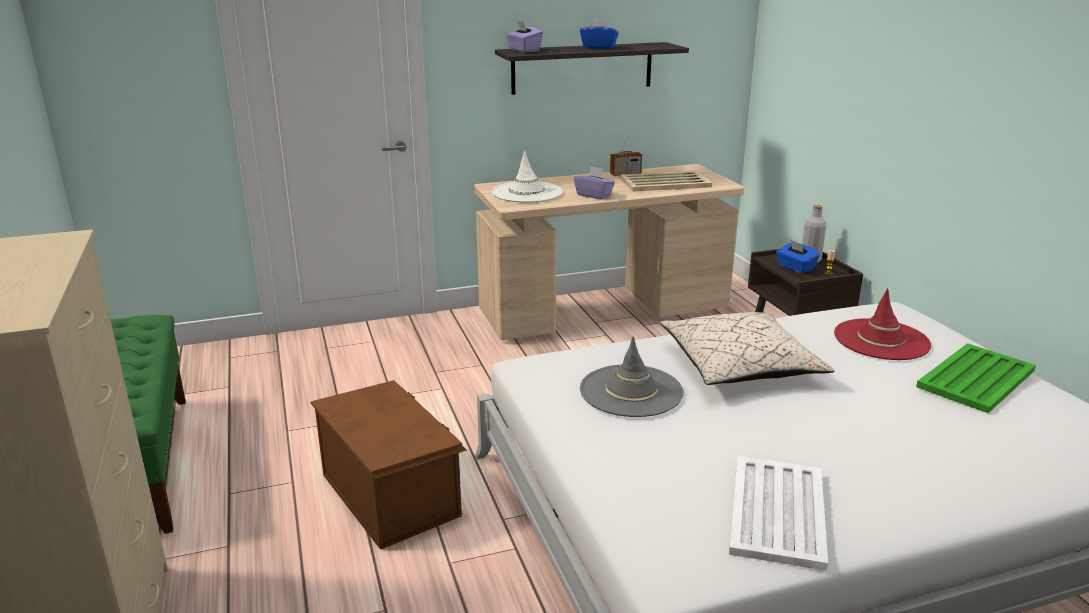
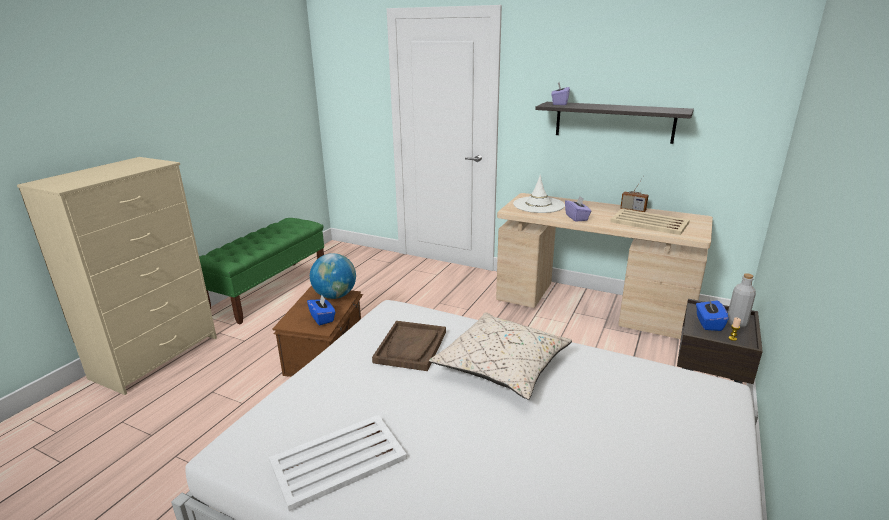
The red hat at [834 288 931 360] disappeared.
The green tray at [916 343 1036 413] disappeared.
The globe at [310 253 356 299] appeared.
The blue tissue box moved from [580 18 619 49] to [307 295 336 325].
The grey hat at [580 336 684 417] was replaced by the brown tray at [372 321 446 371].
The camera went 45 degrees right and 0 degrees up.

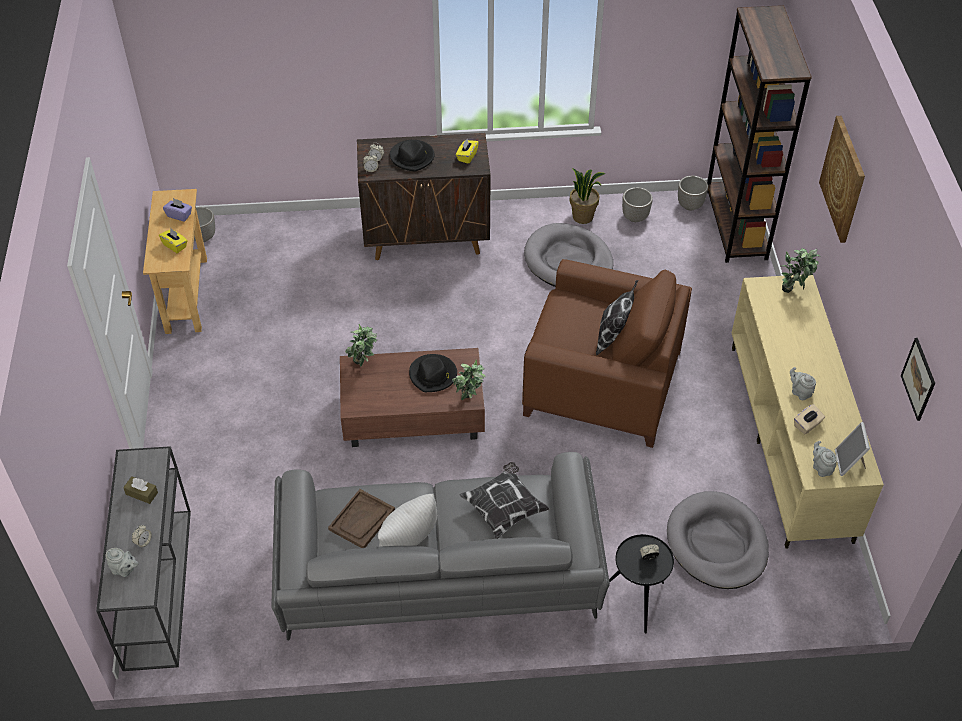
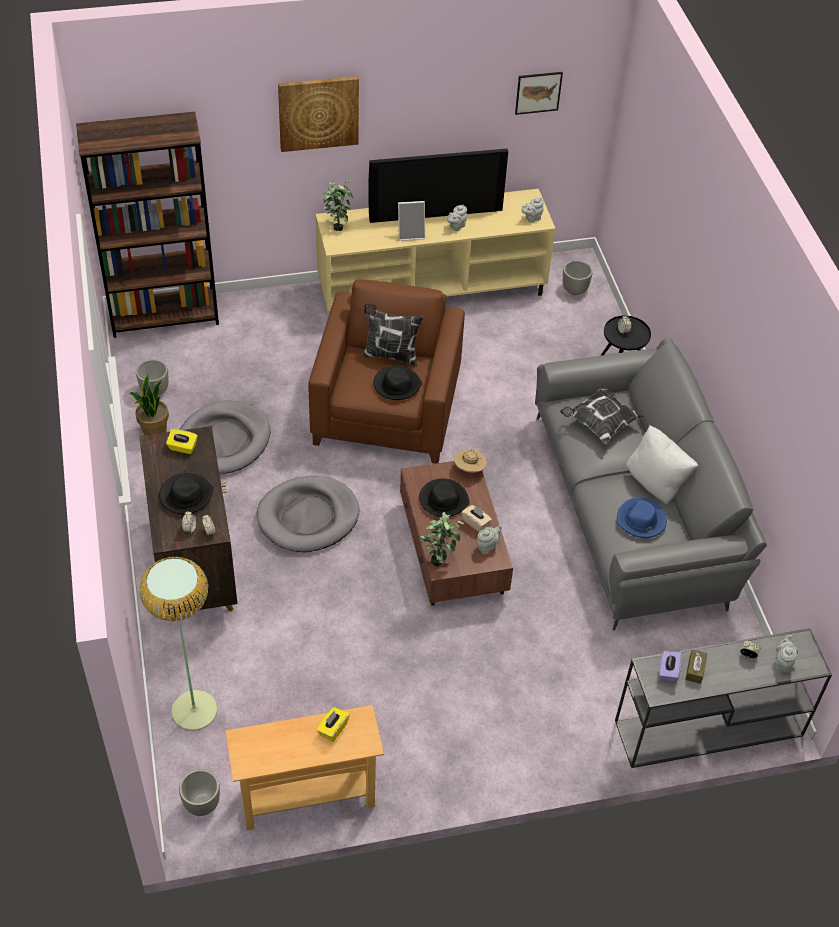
The floor lamp at [139 557 217 731] appeared.
The television at [368 149 508 223] appeared.
The black hat at [374 365 422 400] appeared.
The grey teapot at [477 525 502 554] appeared.
The purple tissue box moved from [163 198 192 222] to [659 651 682 683].
The grey dog bed moved from [667 491 769 589] to [257 476 360 552].
The planter moved from [678 176 708 210] to [563 260 593 295].
The beige tissue box moved from [794 404 825 434] to [461 505 492 532].
The picture frame moved from [835 422 870 476] to [398 201 425 241].
The brown tray at [328 489 395 548] was replaced by the blue hat at [617 497 667 538].
The potted plant at [452 360 486 400] was replaced by the beige hat at [454 449 487 473].
The camera went 100 degrees left and 0 degrees up.

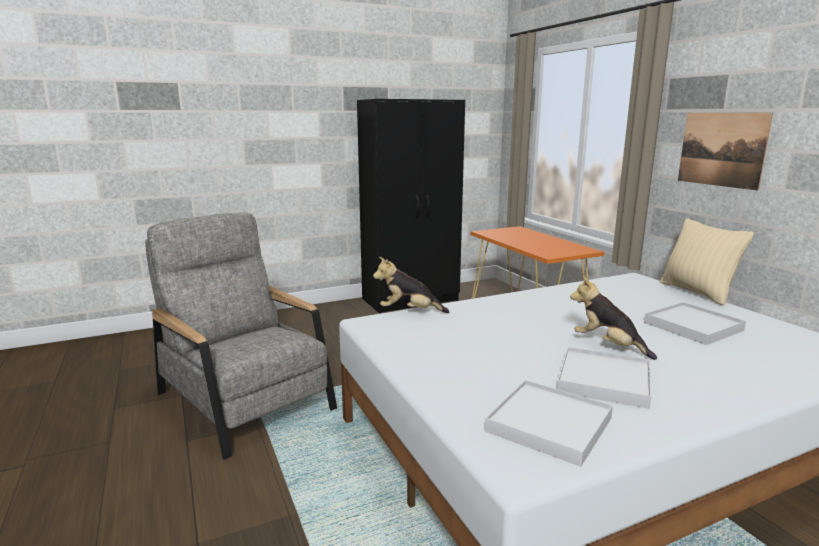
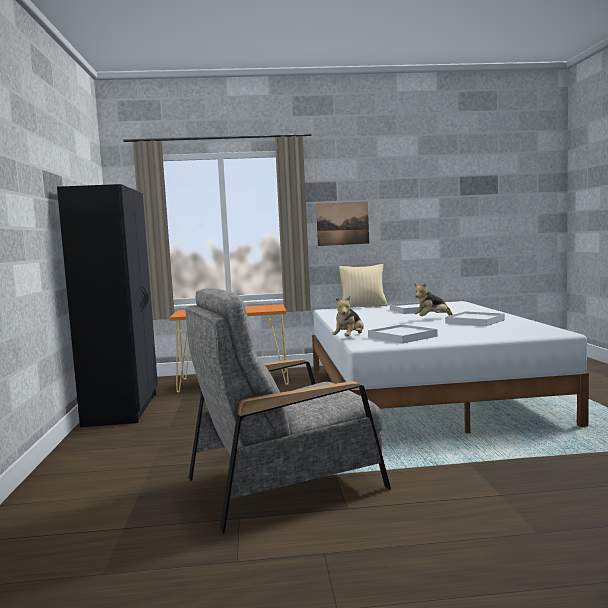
The white tray moved from [484 380 613 466] to [368 324 438 344].
The camera went 70 degrees left and 10 degrees down.

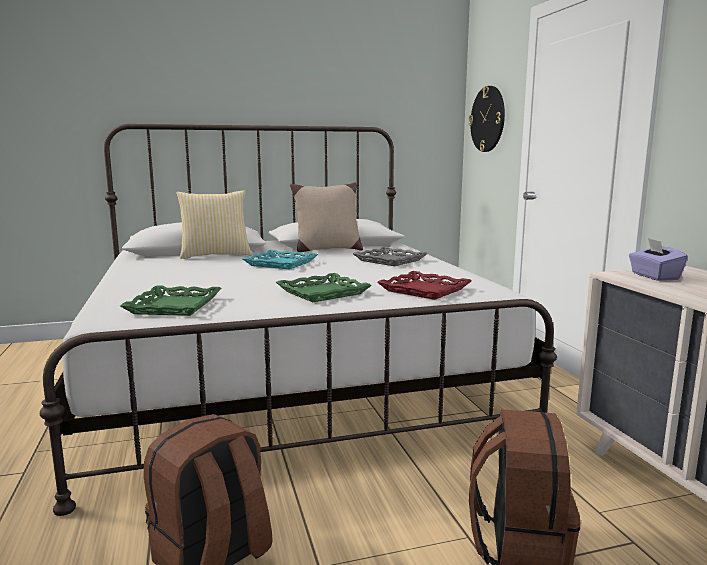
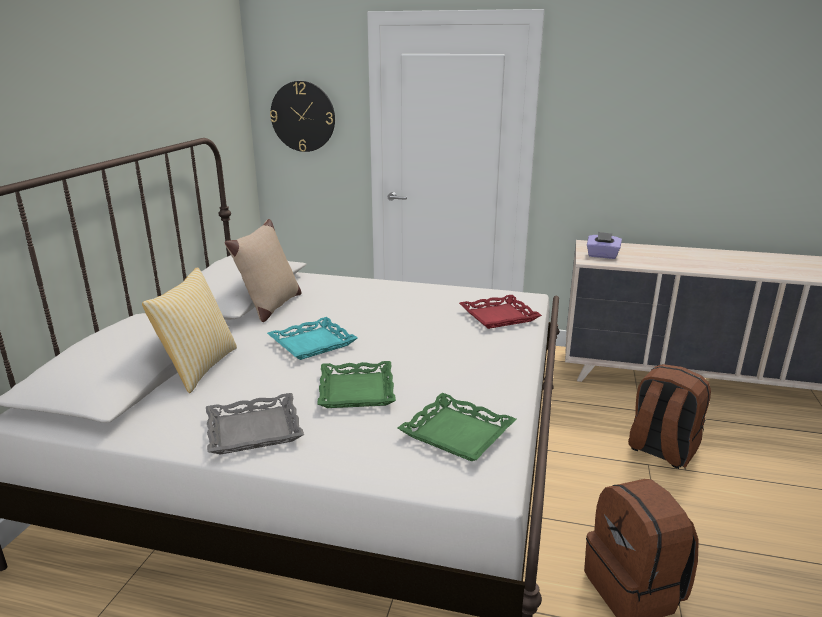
The green tray moved from [276 273 372 302] to [317 361 396 408].
The grey tray moved from [353 247 428 266] to [206 393 304 455].
The camera went 60 degrees left and 10 degrees up.

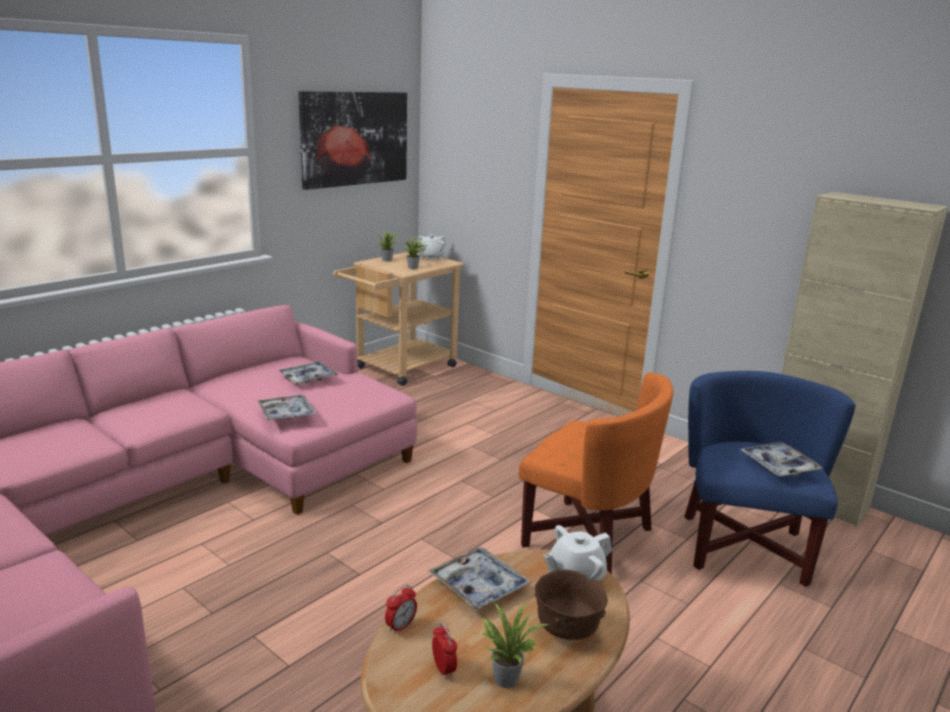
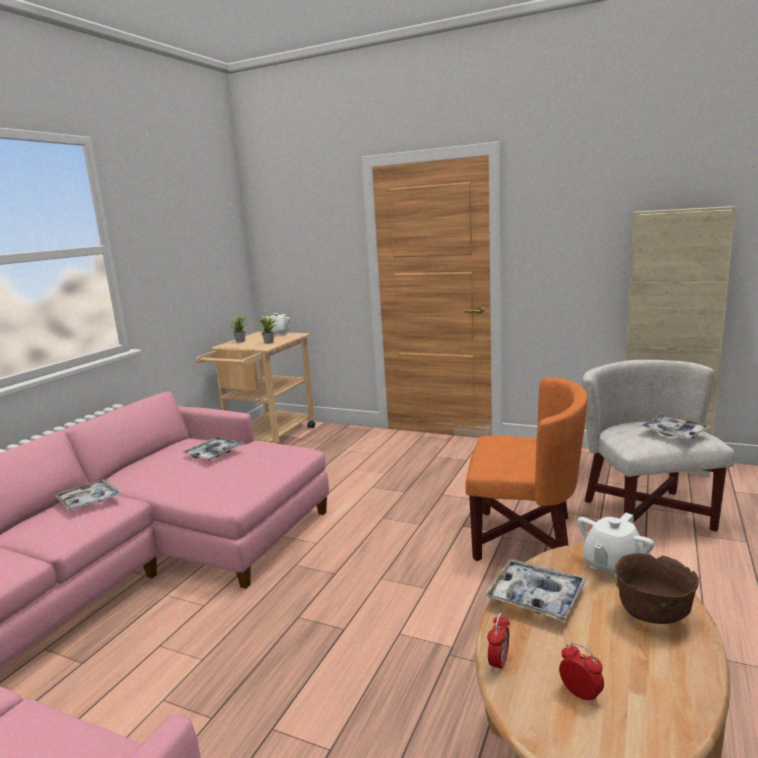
The picture at [298 91 407 190] disappeared.
The potted plant at [482 602 550 688] disappeared.
The tray moved from [257 395 317 421] to [55 479 123 512].
The blue armchair at [684 371 855 587] became the white armchair at [582 360 735 532].
The camera went 15 degrees left and 5 degrees down.

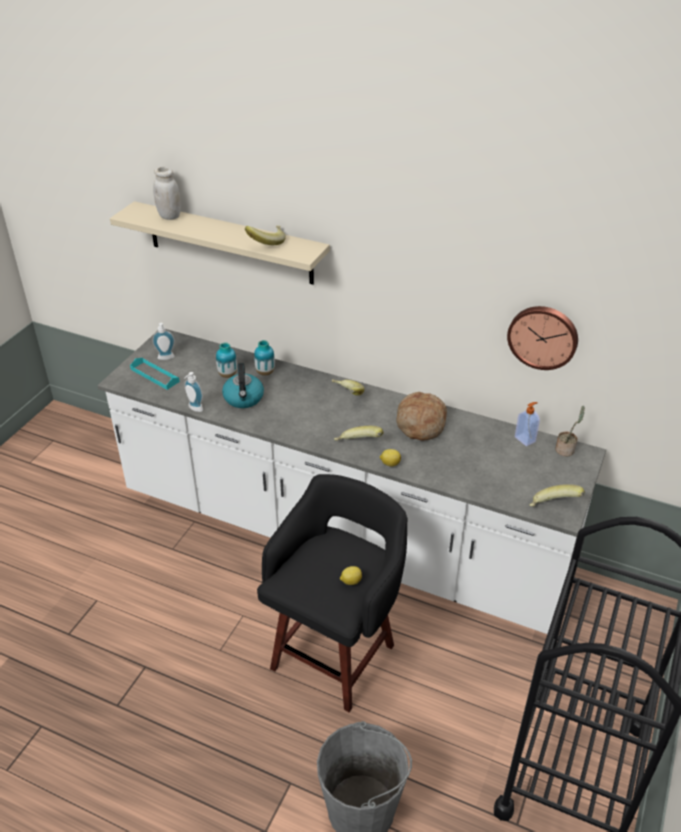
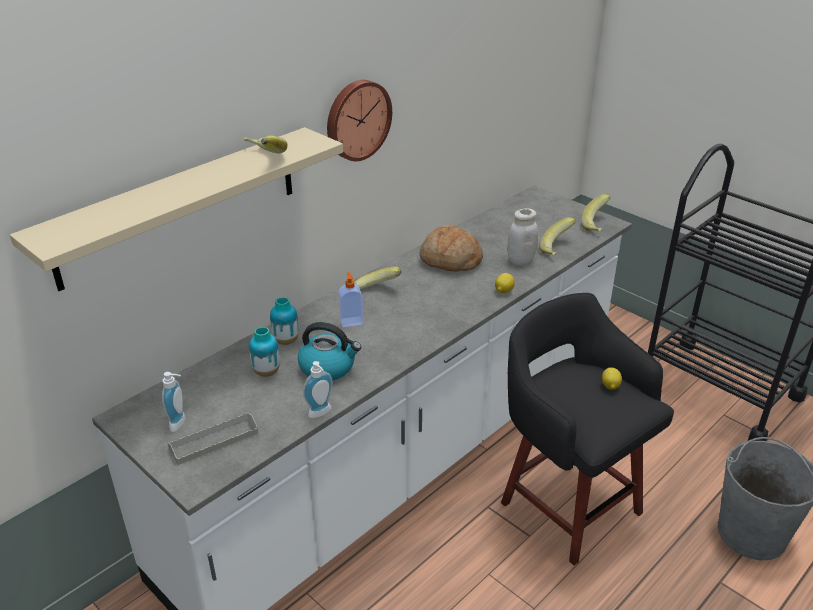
The potted plant at [556 406 585 456] disappeared.
The white jar moved from [153 166 181 220] to [508 208 538 265].
The banana moved from [334 426 383 441] to [540 217 576 256].
The wall clock moved from [507 306 578 370] to [327 80 392 161].
The soap dispenser moved from [515 402 540 446] to [338 272 364 327].
The turquoise tray at [130 358 180 390] became the grey tray at [168 412 259 465].
The camera went 70 degrees left and 5 degrees down.

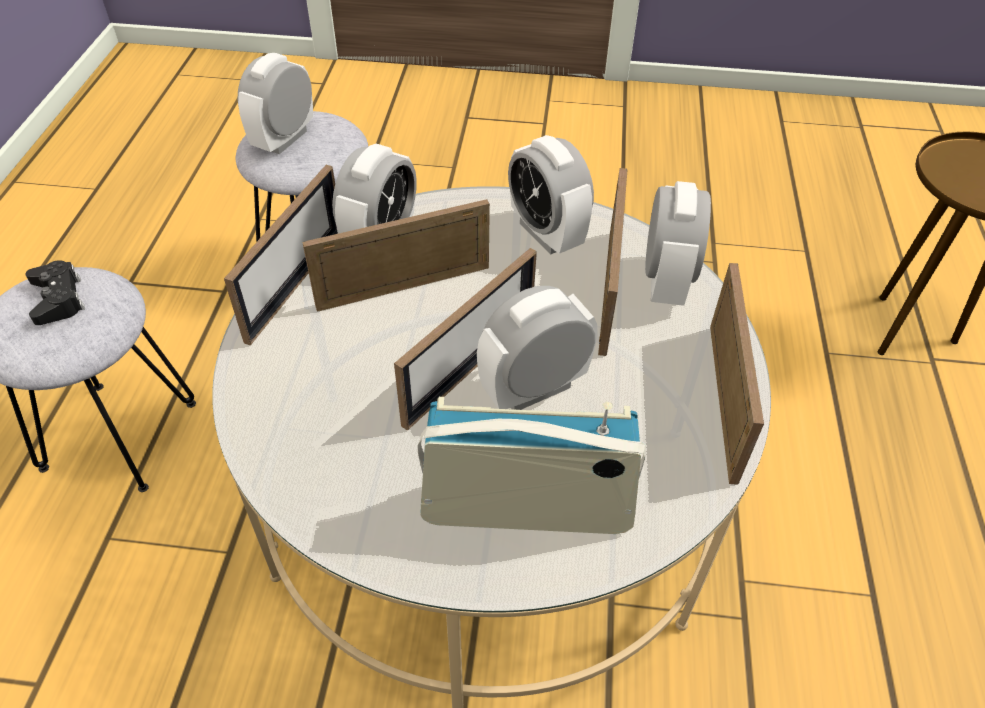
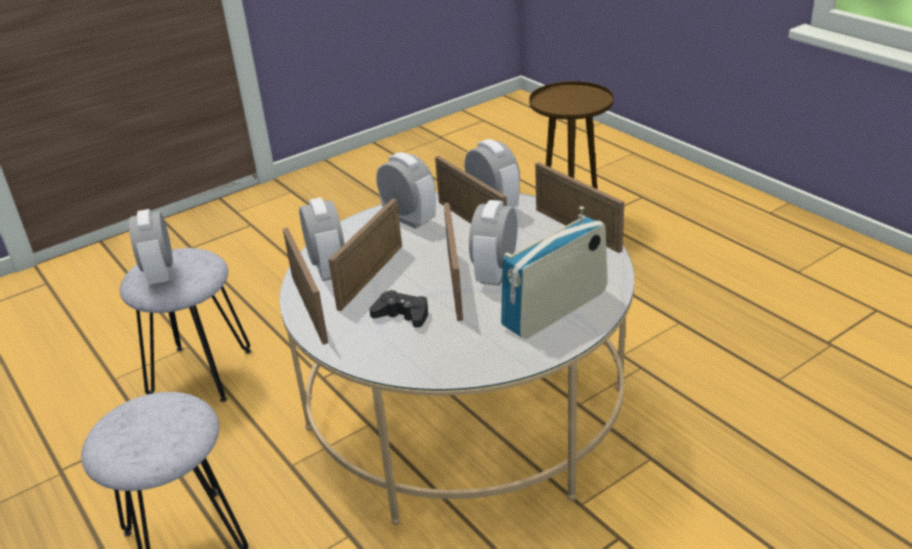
The black game controller moved from [25 260 85 325] to [369 290 428 328].
The alarm clock at [508 135 594 255] turned 150 degrees counterclockwise.
The camera went 40 degrees left and 15 degrees down.

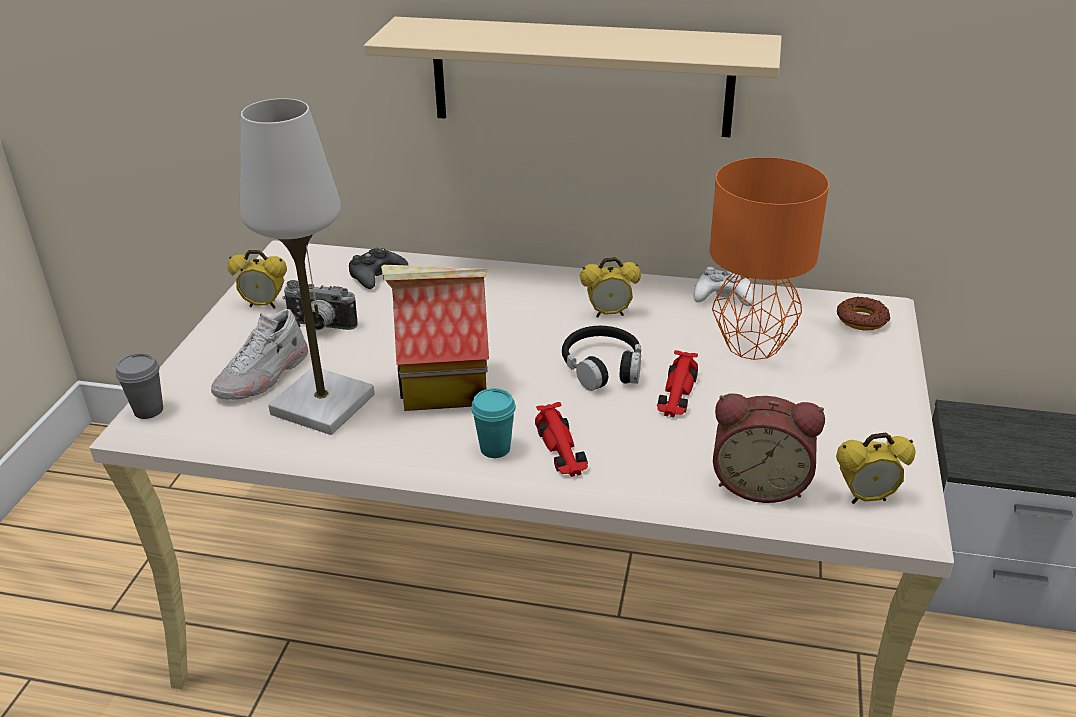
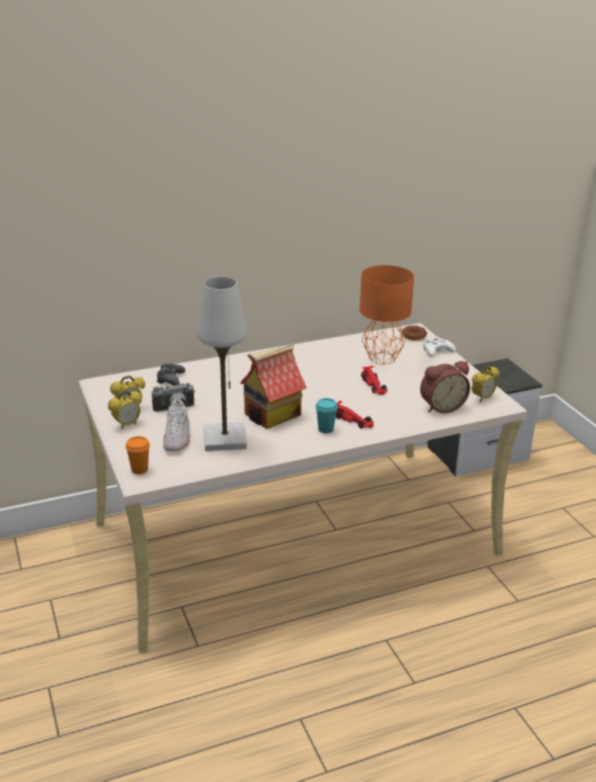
The beige shelf at [364 17 782 137] disappeared.
The black headphones at [562 326 641 391] disappeared.
The alarm clock moved from [580 257 641 317] to [108 390 142 429].
The white game controller moved from [694 267 753 306] to [423 337 456 357].
The grey cup at [115 353 163 419] became the orange cup at [125 436 150 474].
The camera went 35 degrees left and 5 degrees down.

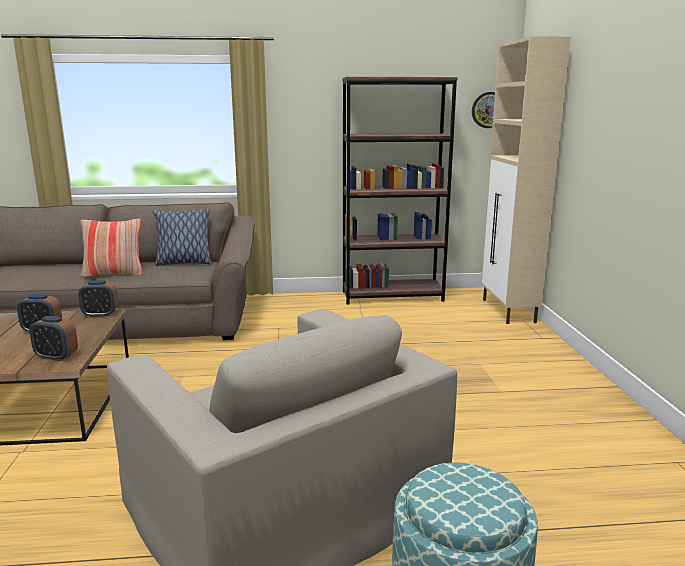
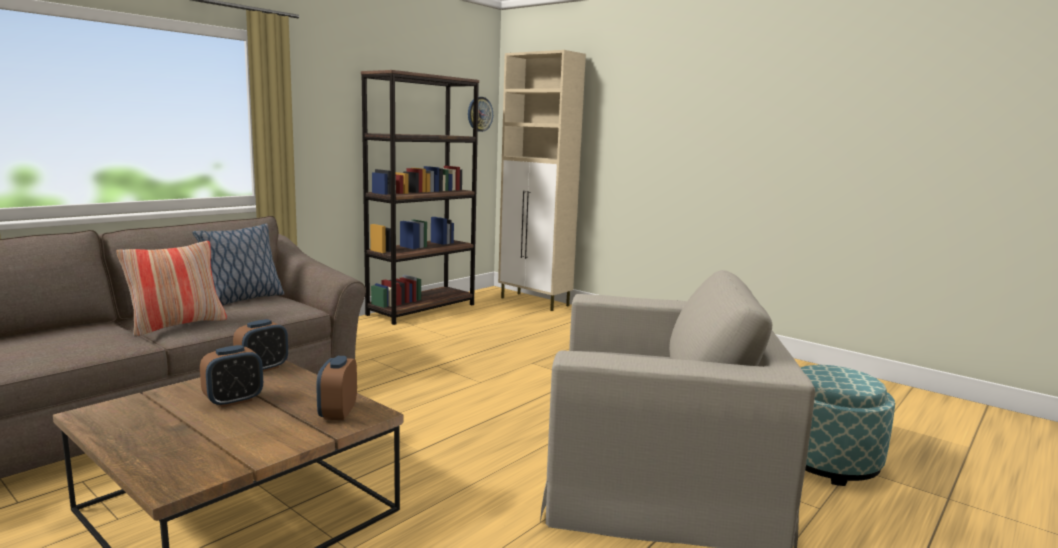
The alarm clock at [29 316 78 361] turned 120 degrees clockwise.
The camera went 45 degrees left and 5 degrees down.

